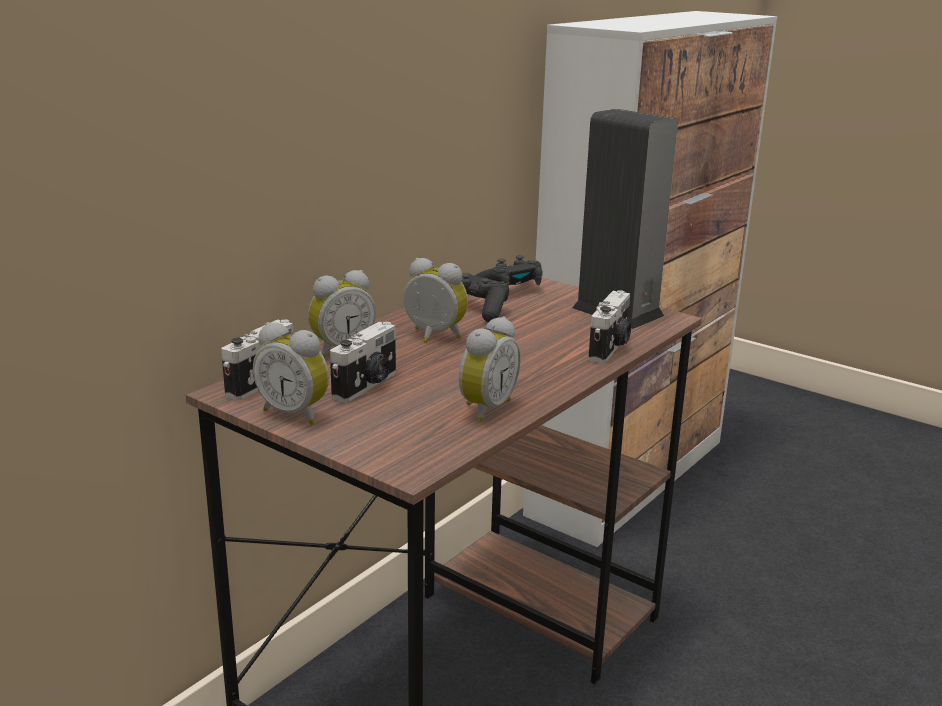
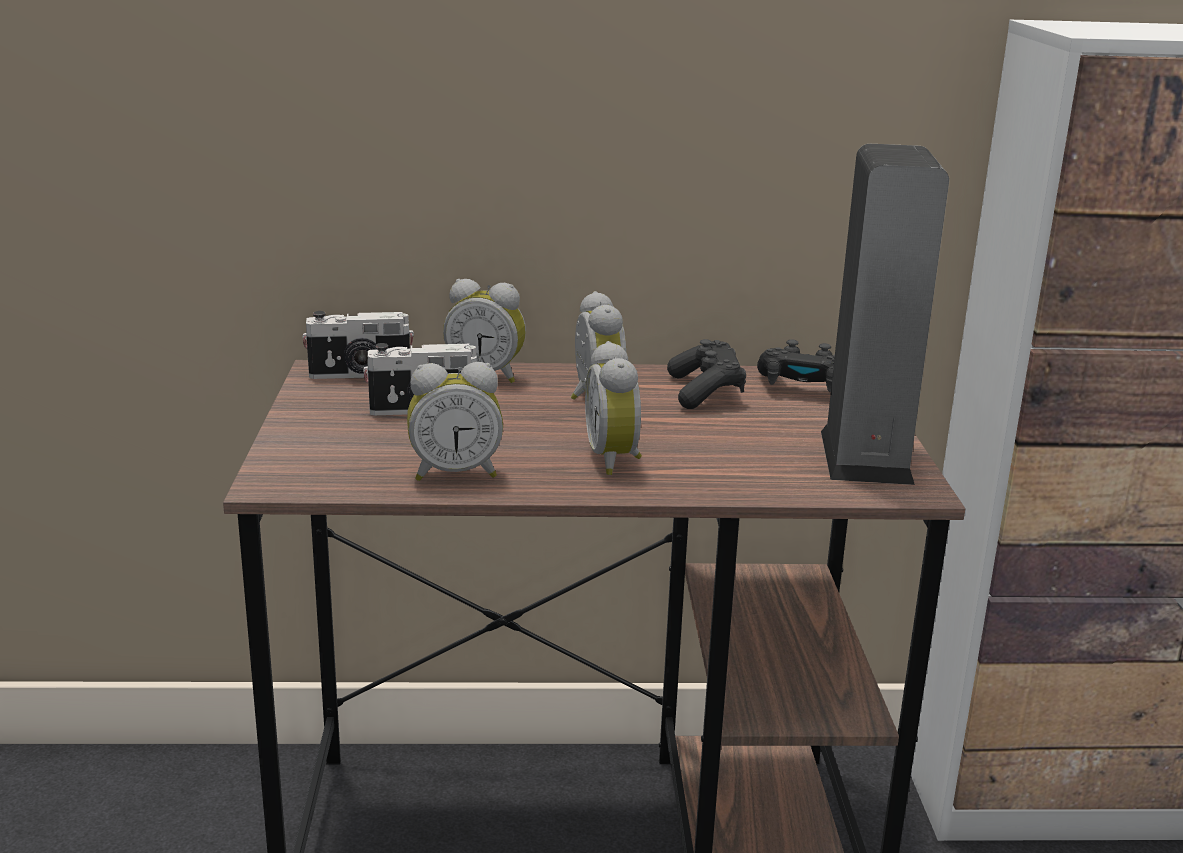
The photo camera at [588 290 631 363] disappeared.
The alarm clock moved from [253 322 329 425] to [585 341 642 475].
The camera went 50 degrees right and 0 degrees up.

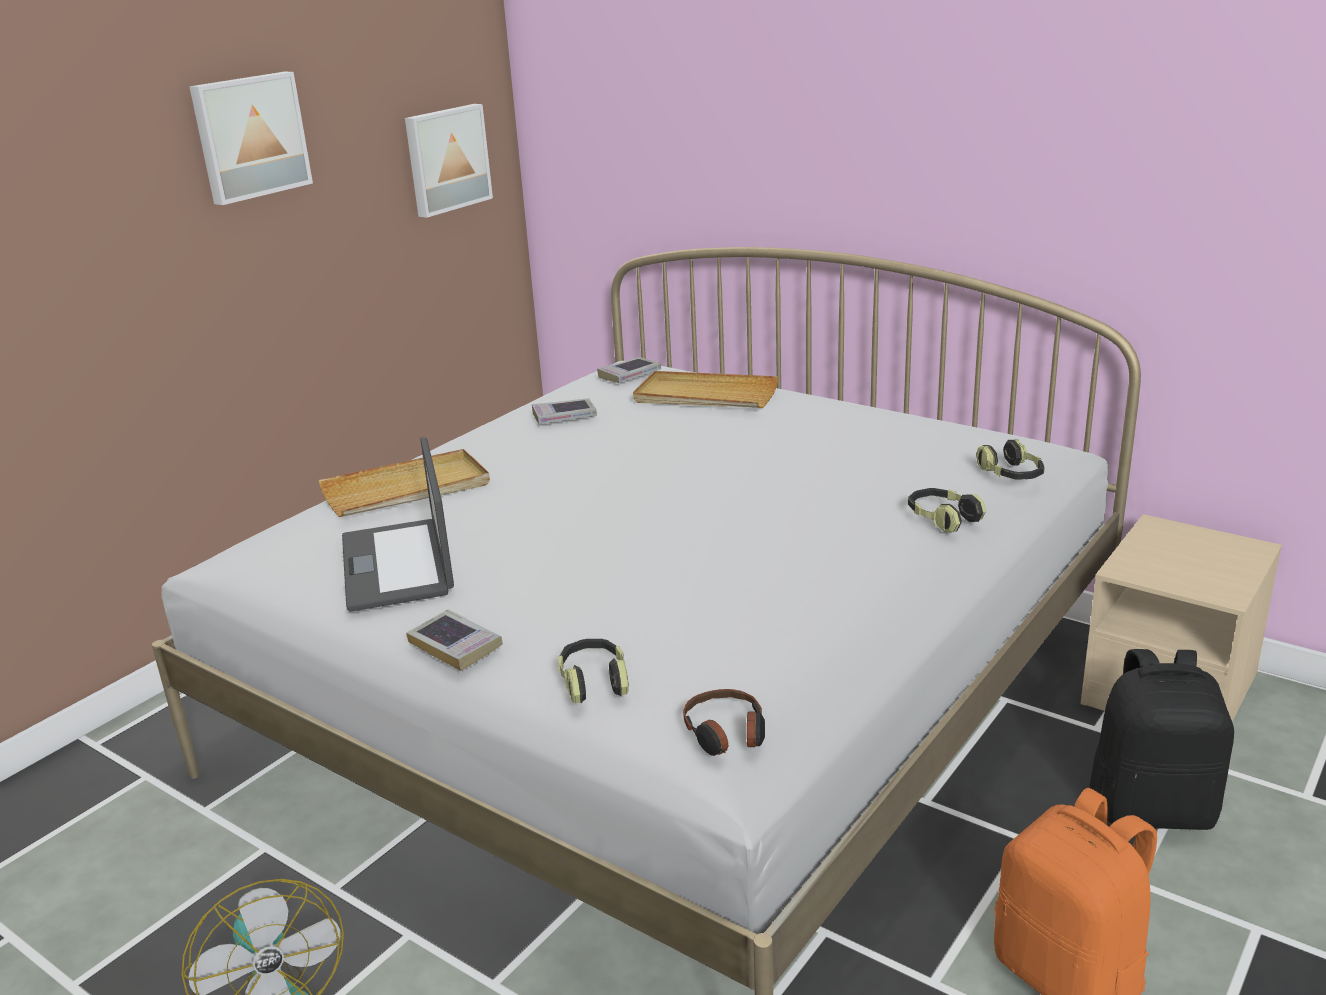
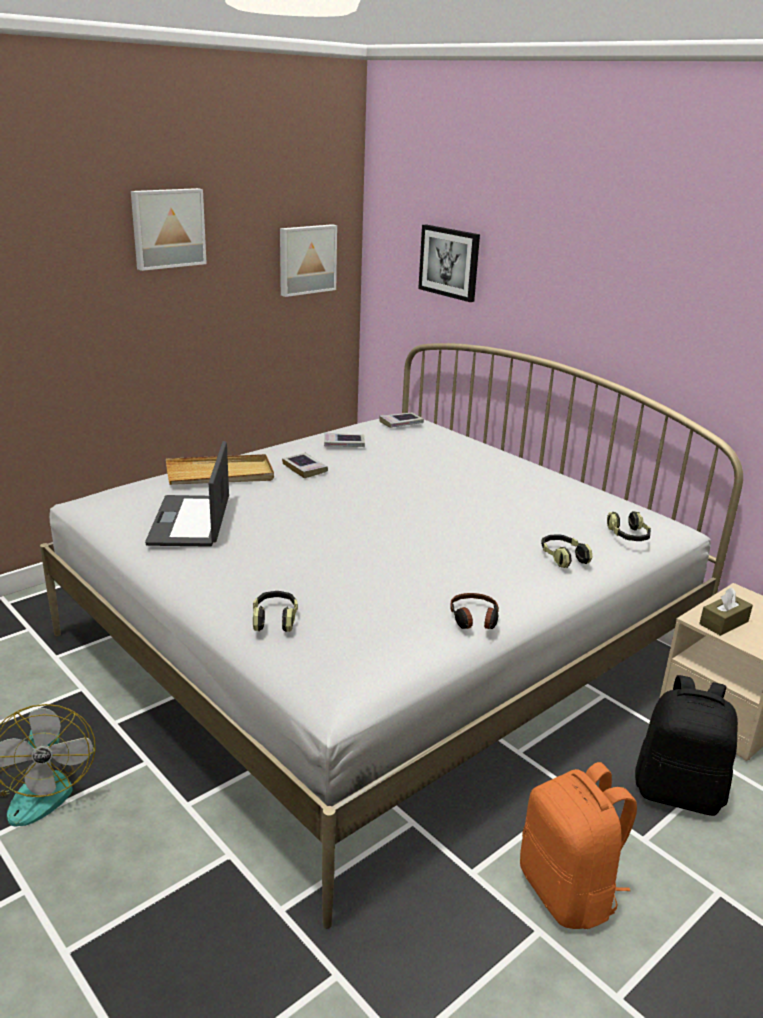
The beige tray at [633 371 778 408] disappeared.
The picture at [418 224 480 302] appeared.
The brown tissue box at [699 587 753 636] appeared.
The book moved from [406 610 503 671] to [282 453 328 478].
The headphones moved from [683 689 765 756] to [450 593 499 629].
The camera went 10 degrees right and 0 degrees up.

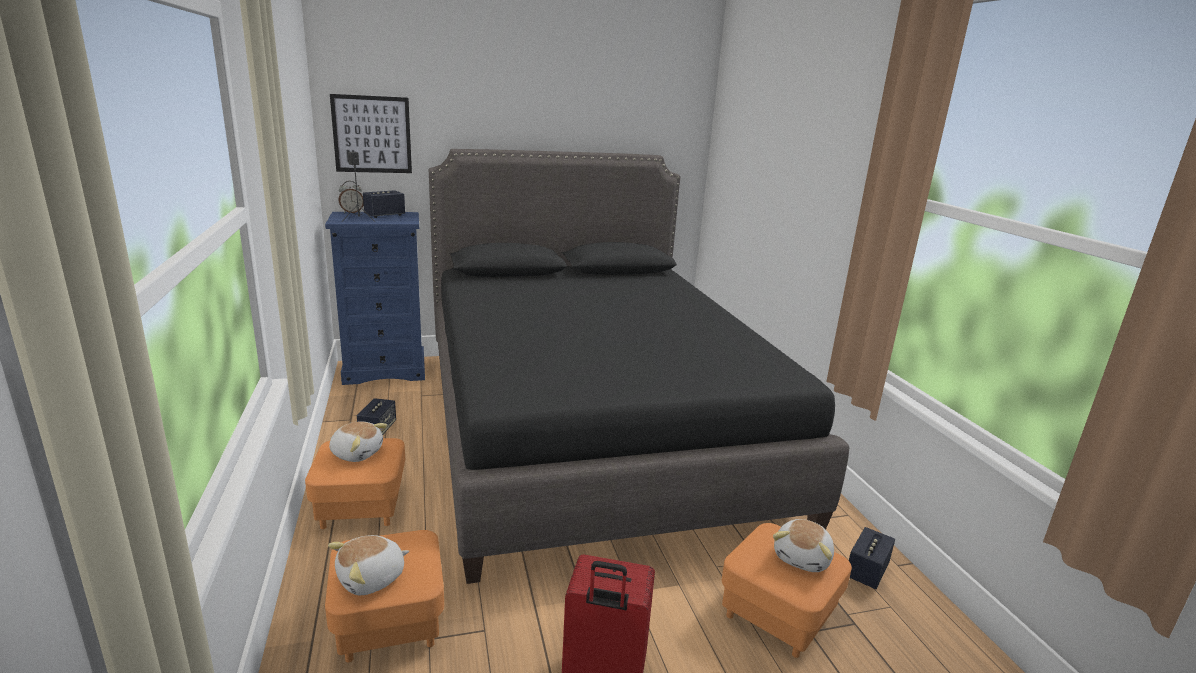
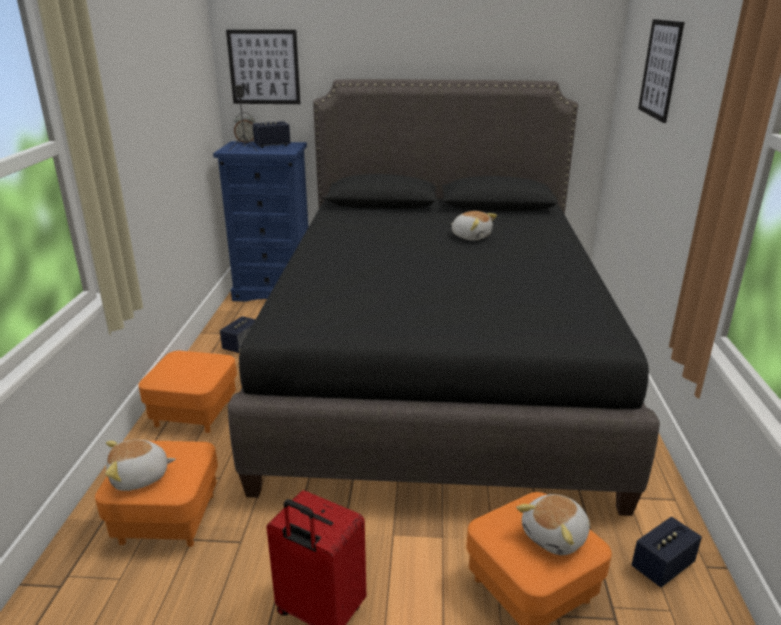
The picture at [638 19 684 123] appeared.
The plush toy moved from [329 421 388 462] to [451 211 497 241].
The camera went 20 degrees right and 5 degrees up.

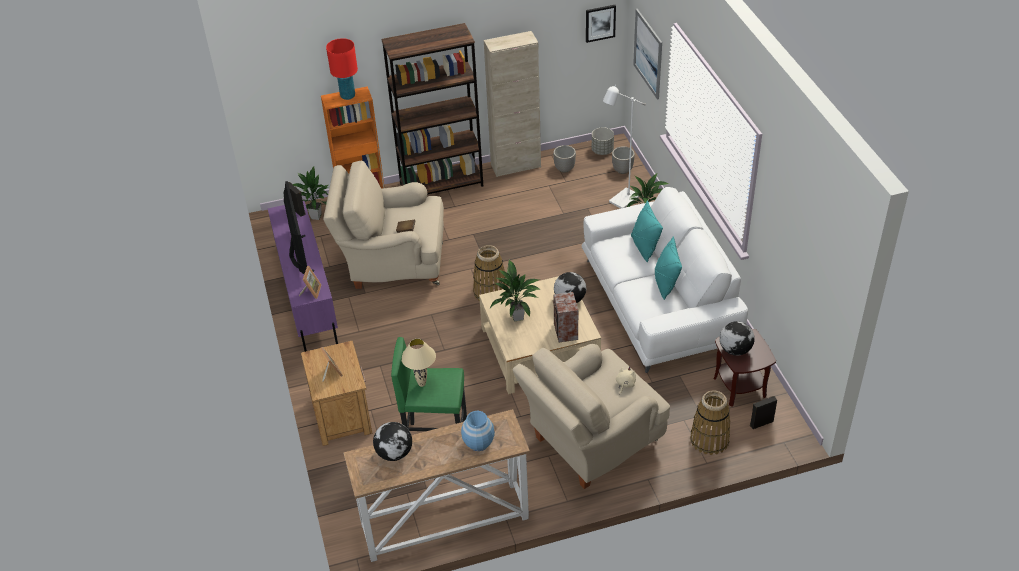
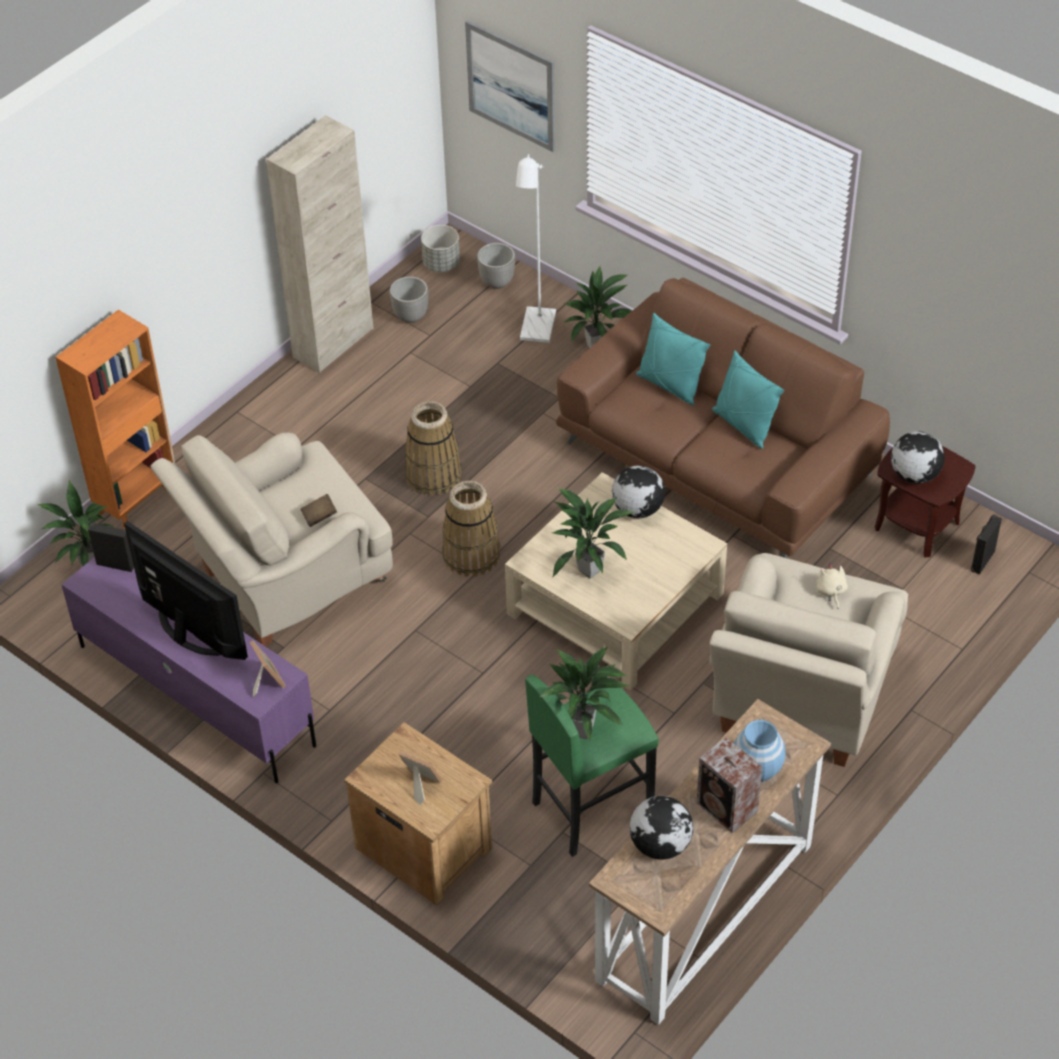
The red table lamp at [326 38 358 100] disappeared.
The brown bookcase at [382 23 483 195] disappeared.
The picture at [586 5 616 43] disappeared.
The speaker moved from [553 292 578 342] to [697 737 762 833].
The basket moved from [690 390 731 455] to [405 401 462 496].
The beige table lamp at [402 338 436 387] was replaced by the potted plant at [540 647 628 741].
The white sofa at [582 187 748 373] became the brown sofa at [556 278 890 558].
The camera went 35 degrees left and 5 degrees up.

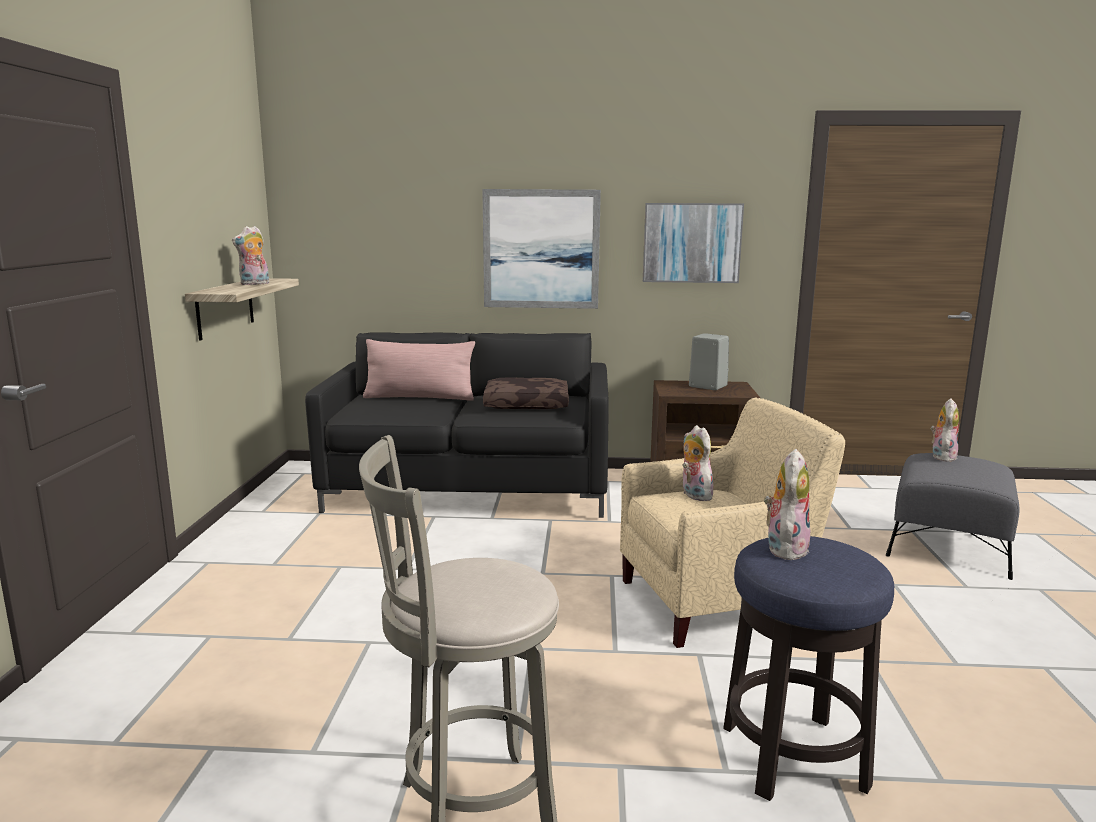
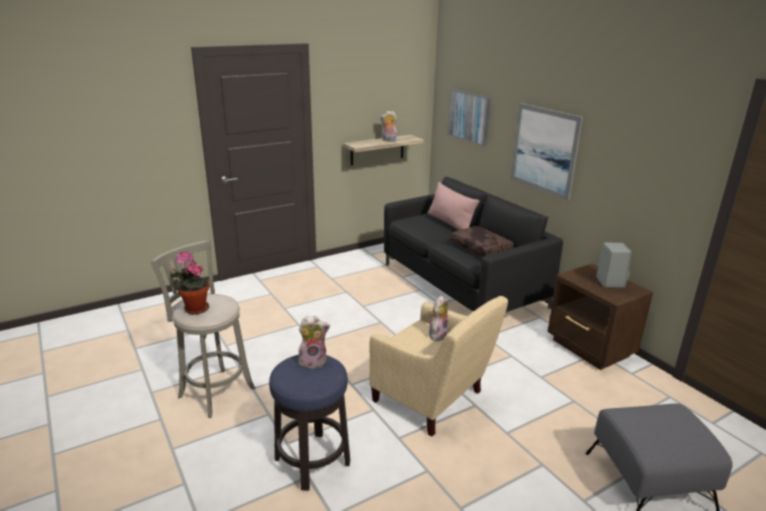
The plush toy at [931 398 959 462] disappeared.
The potted plant at [170 251 209 315] appeared.
The picture moved from [643 203 744 283] to [448 89 491 146].
The camera went 55 degrees right and 10 degrees up.

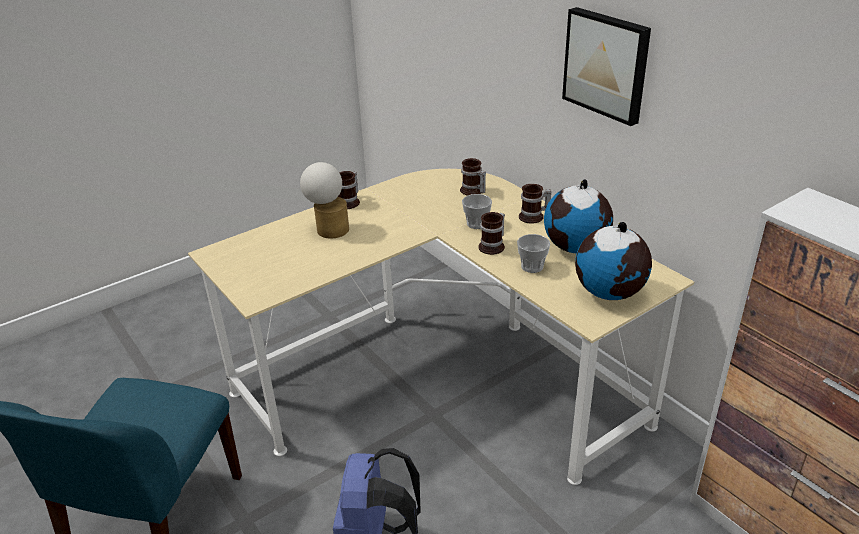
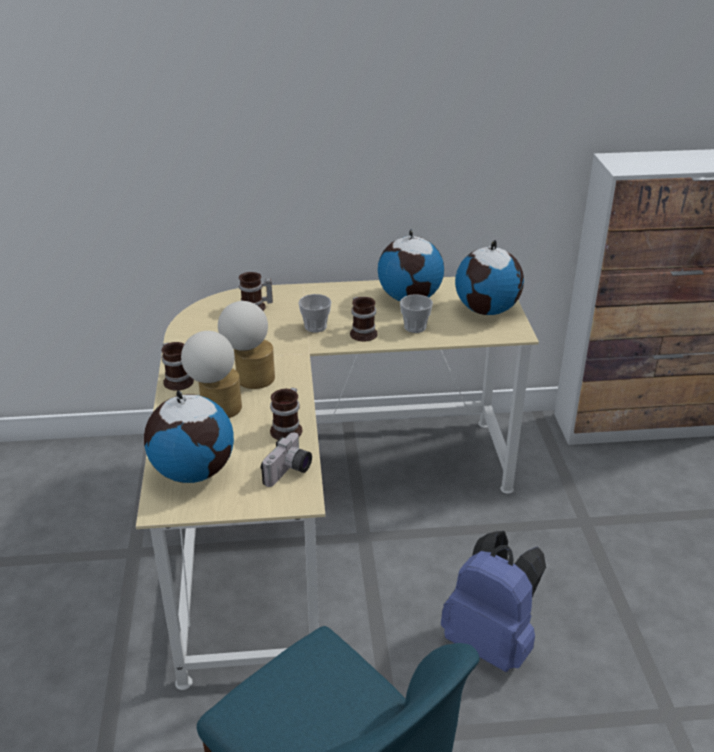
The picture at [562 7 651 126] disappeared.
The globe at [144 390 234 483] appeared.
The table lamp at [218 301 275 389] appeared.
The photo camera at [260 433 312 487] appeared.
The mug moved from [519 184 552 224] to [270 387 302 440].
The camera went 60 degrees left and 0 degrees up.

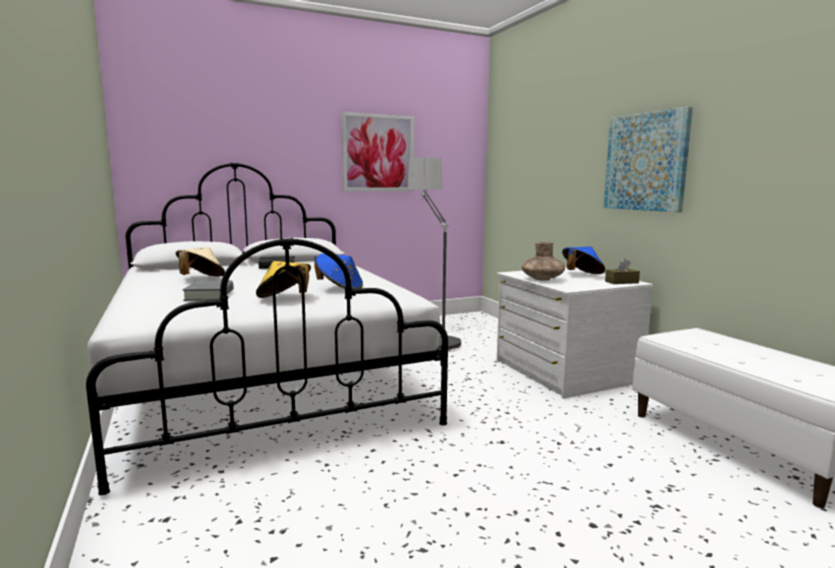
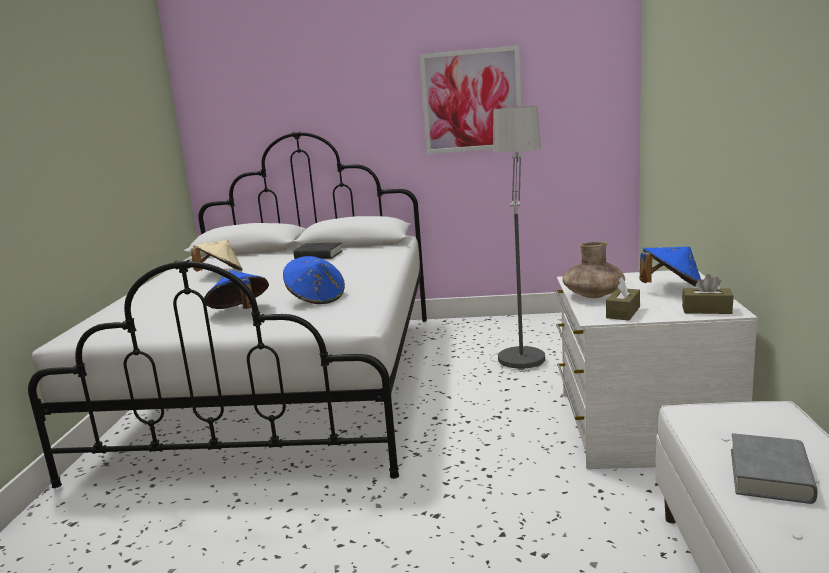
The picture at [604 106 693 212] disappeared.
The brown tissue box at [606 277 640 320] appeared.
The grey book moved from [183 280 233 301] to [731 433 818 504].
The yellow hat at [256 261 311 298] became the blue hat at [204 270 269 309].
The camera went 30 degrees right and 5 degrees up.

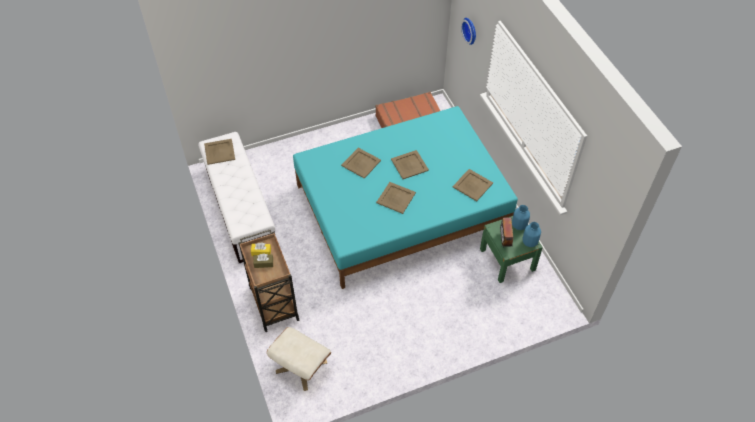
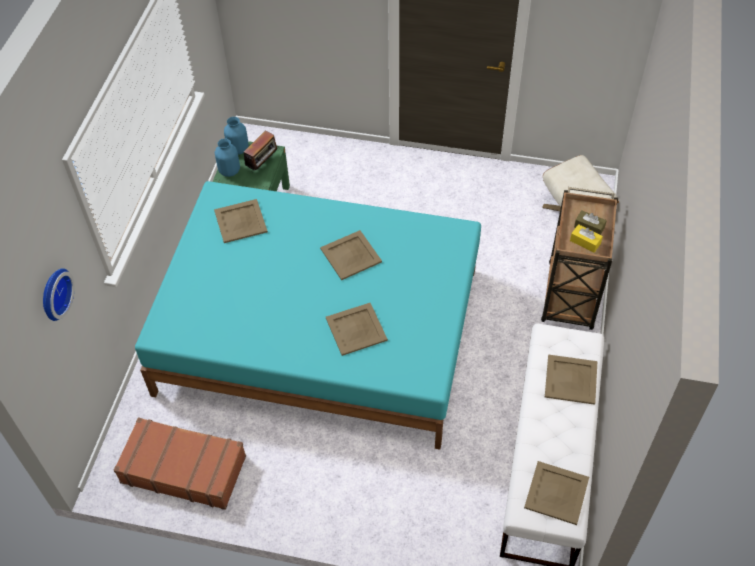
The beige tray moved from [391 150 429 179] to [545 354 598 405].
The camera went 145 degrees left and 0 degrees up.

